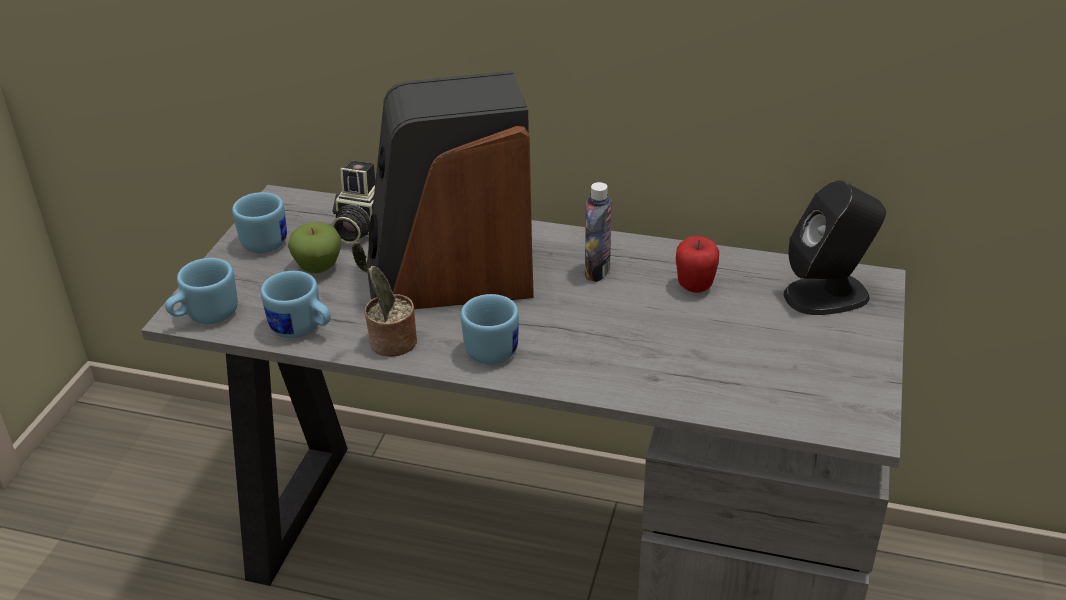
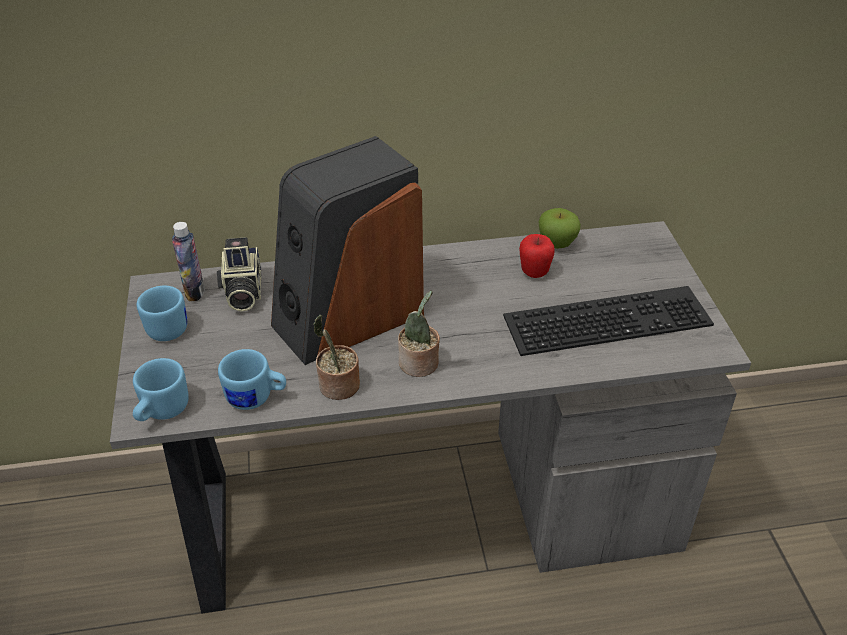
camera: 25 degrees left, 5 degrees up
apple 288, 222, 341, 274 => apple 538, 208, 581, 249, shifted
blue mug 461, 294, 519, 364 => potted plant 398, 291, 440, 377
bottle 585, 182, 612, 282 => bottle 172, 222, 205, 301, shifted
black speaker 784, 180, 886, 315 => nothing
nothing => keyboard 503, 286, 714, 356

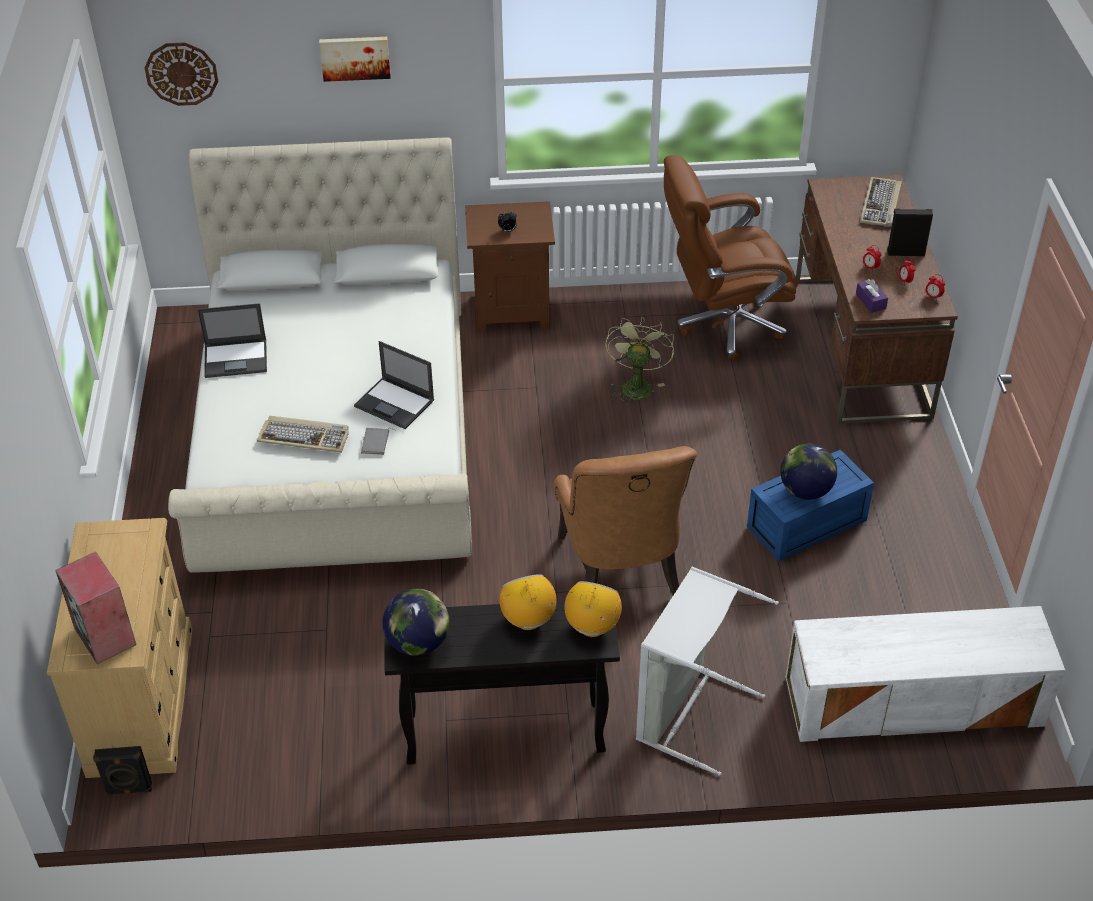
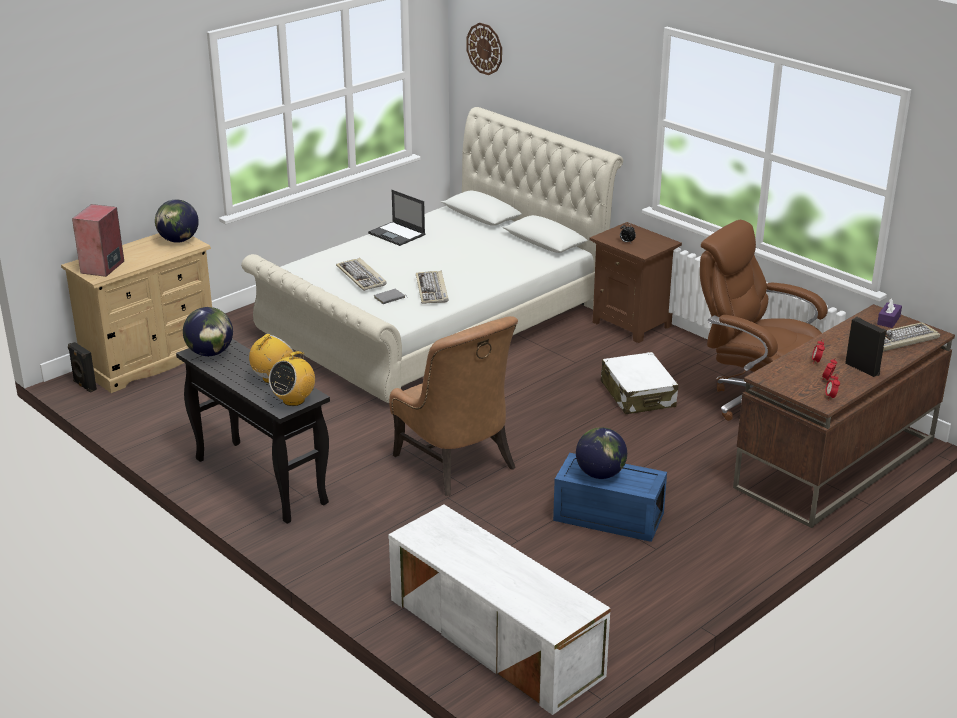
camera: 50 degrees right, 15 degrees down
picture 319, 37, 390, 82 => nothing
laptop 354, 341, 434, 429 => keyboard 416, 271, 448, 304
brown chair 553, 446, 697, 595 => brown chair 389, 316, 518, 496, 75 degrees counterclockwise
radio 564, 581, 622, 637 => radio 269, 351, 315, 406, 150 degrees clockwise
green fan 605, 316, 674, 405 => white suitcase 601, 352, 679, 414
grey laundry basket 636, 567, 779, 776 => nothing
purple tissue box 856, 279, 888, 313 => purple tissue box 877, 298, 902, 328, shifted
nothing => globe 155, 199, 199, 243

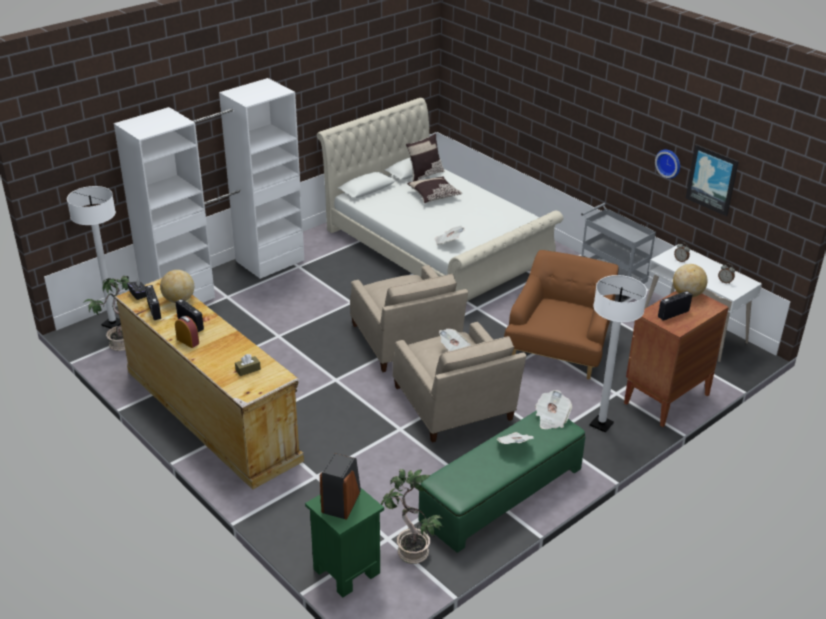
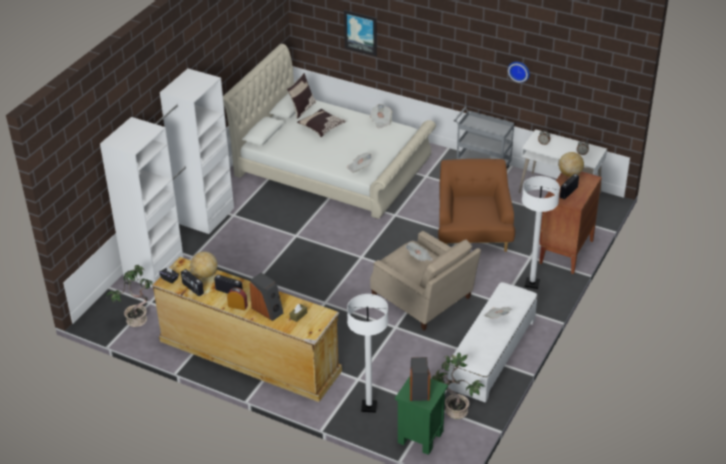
camera: 20 degrees left, 5 degrees up
white floor lamp 67, 186, 121, 329 => white floor lamp 347, 294, 388, 413, shifted
beige armchair 350, 265, 468, 372 => nothing
green bench 419, 410, 585, 553 => white bench 448, 282, 537, 402
newspaper 535, 390, 572, 429 => newspaper 370, 104, 392, 128, shifted
picture 686, 144, 739, 216 => picture 344, 10, 377, 56, shifted
nothing => speaker 249, 273, 284, 321

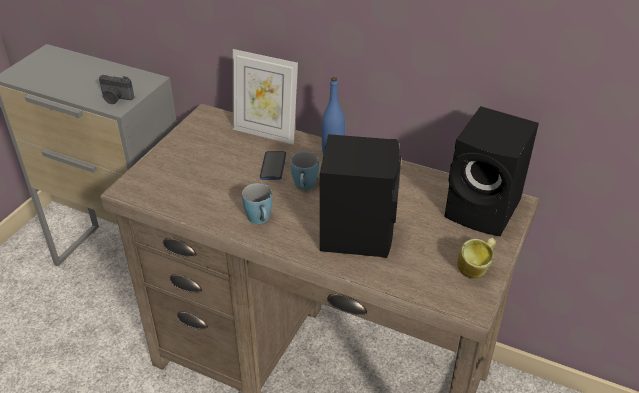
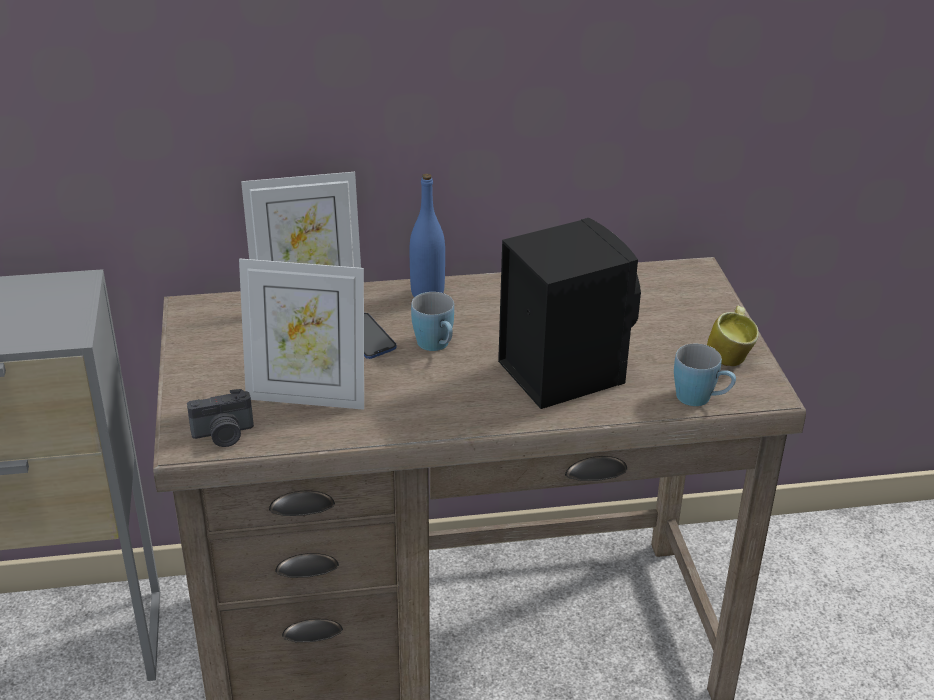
camera: 35 degrees left, 5 degrees down
photo camera 99, 75, 134, 104 => photo camera 187, 389, 254, 447, shifted
blue mug 242, 183, 272, 224 => blue mug 674, 343, 736, 406, shifted
black speaker 444, 106, 539, 237 => nothing
nothing => picture frame 239, 258, 364, 410

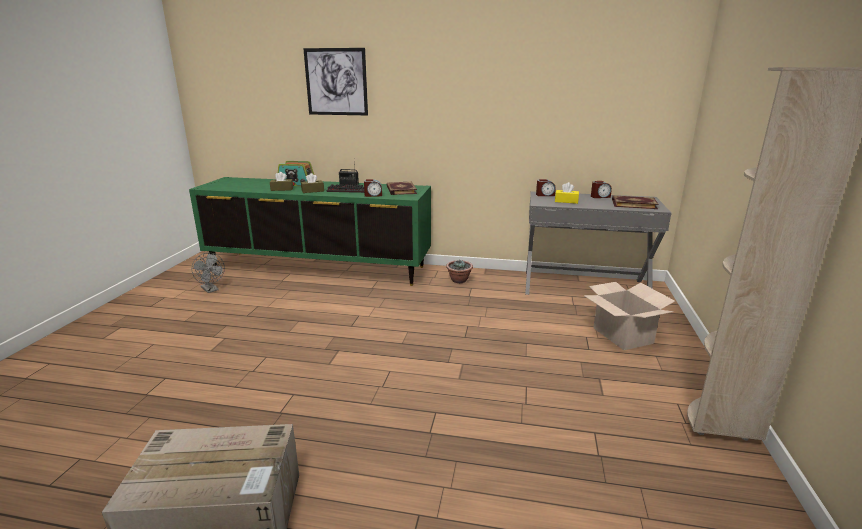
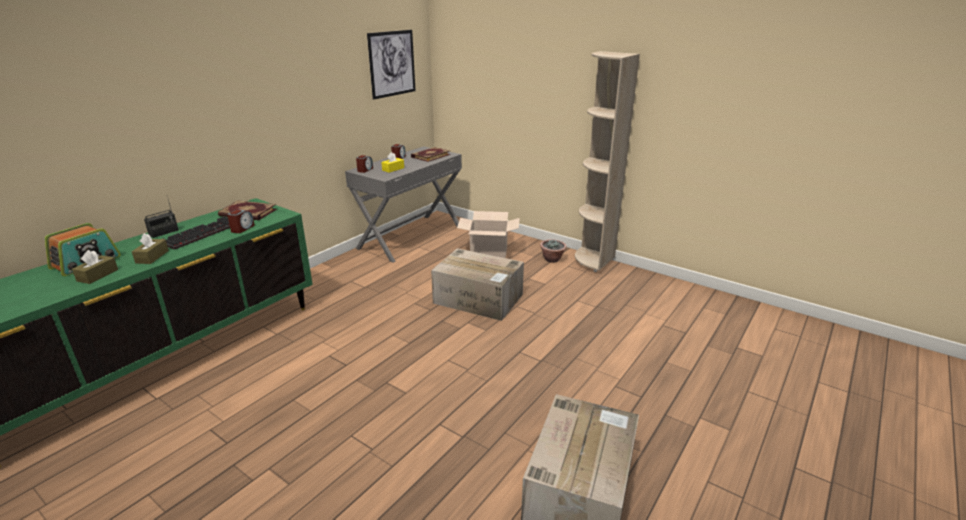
camera: 65 degrees left, 5 degrees up
grey fan 191, 253, 225, 293 => nothing
picture 303, 48, 368, 115 => picture 367, 30, 416, 100, shifted
potted plant 446, 260, 473, 283 => potted plant 540, 239, 567, 263, shifted
nothing => cardboard box 431, 248, 524, 321

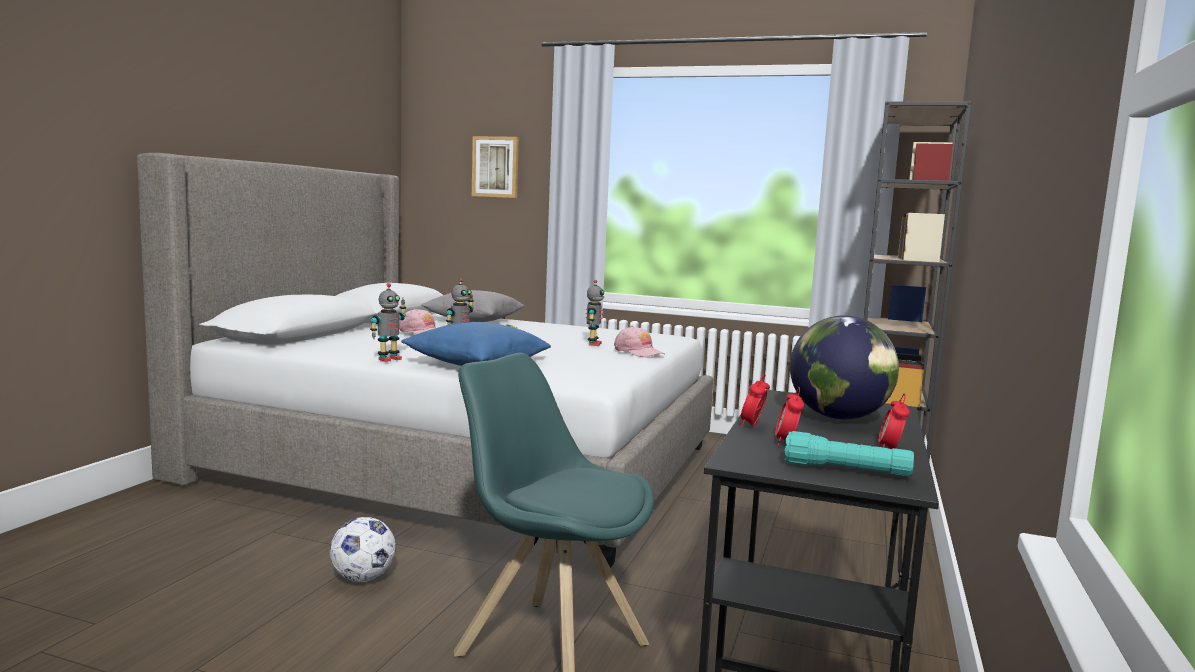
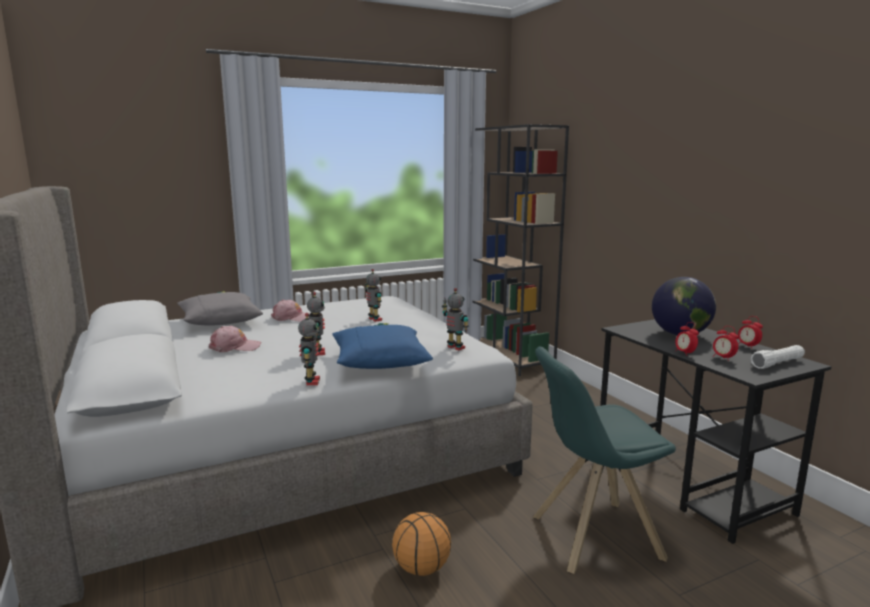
camera: 45 degrees left, 5 degrees up
football 330, 517, 396, 582 => basketball 392, 512, 451, 576
picture 472, 136, 519, 198 => nothing
pink cap 614, 326, 665, 357 => pink cap 271, 300, 309, 322, shifted
turquoise flashlight 784, 431, 914, 476 => white flashlight 751, 345, 805, 369
nothing => toy robot 442, 288, 469, 350

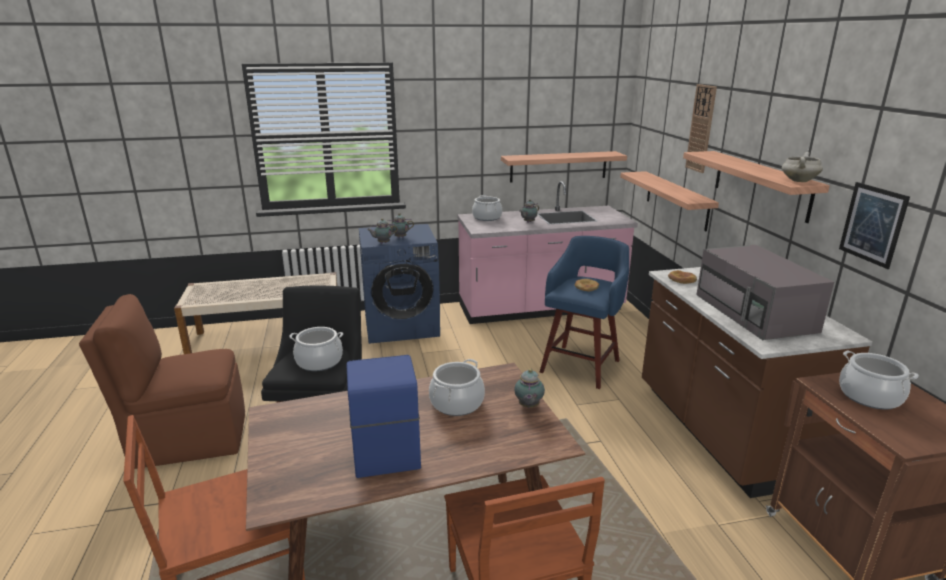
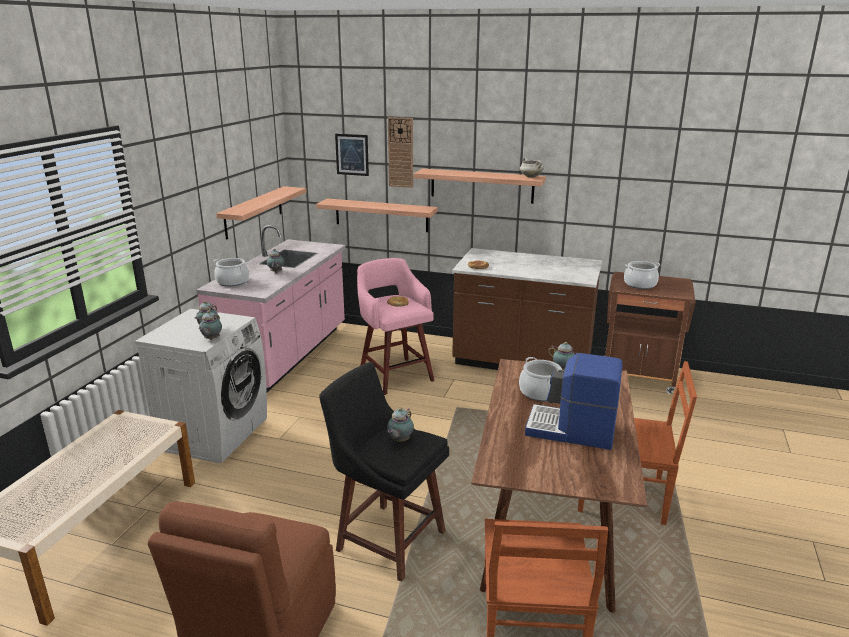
camera: 60 degrees left, 0 degrees up
cooking pot 289, 327, 343, 371 => teapot 387, 408, 414, 442
blue washing machine 359, 224, 440, 344 => white washing machine 135, 309, 267, 463
blue stool 540, 236, 629, 389 => pink stool 357, 258, 434, 395
grey microwave 696, 245, 834, 340 => nothing
picture 839, 182, 910, 269 => picture 335, 134, 369, 176, shifted

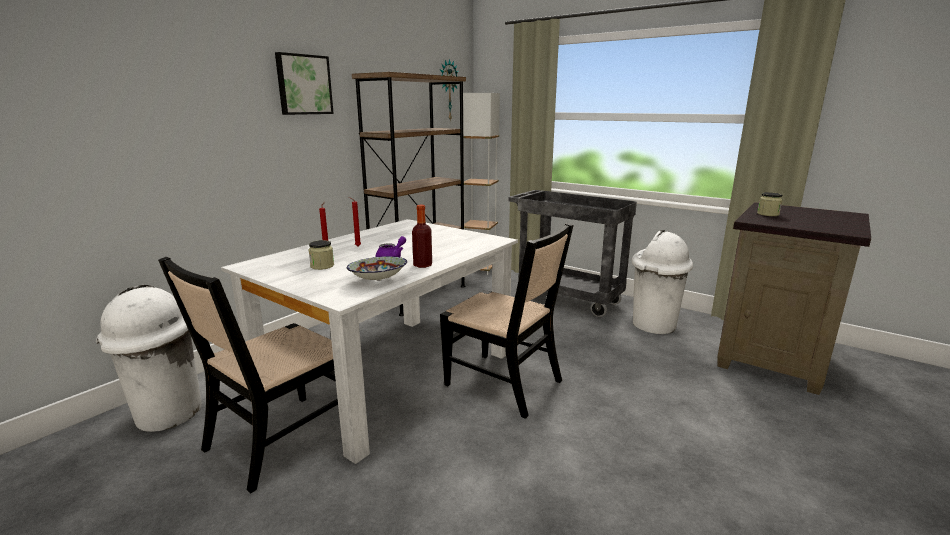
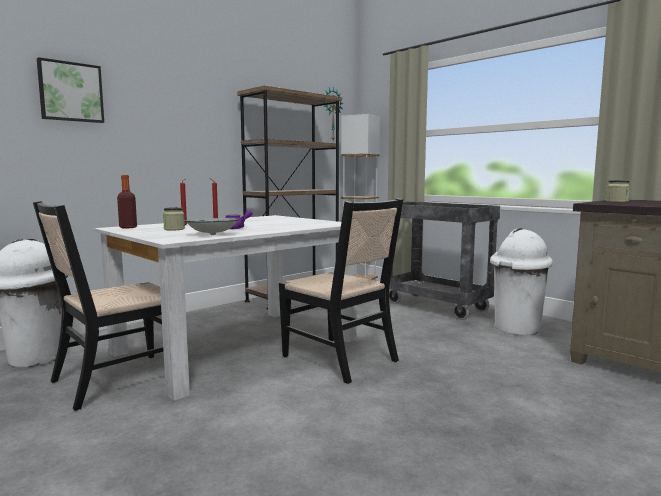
camera: 10 degrees right, 10 degrees down
picture 275, 52, 334, 115 => picture 37, 57, 104, 123, shifted
bottle 412, 205, 432, 268 => bottle 117, 175, 137, 228, shifted

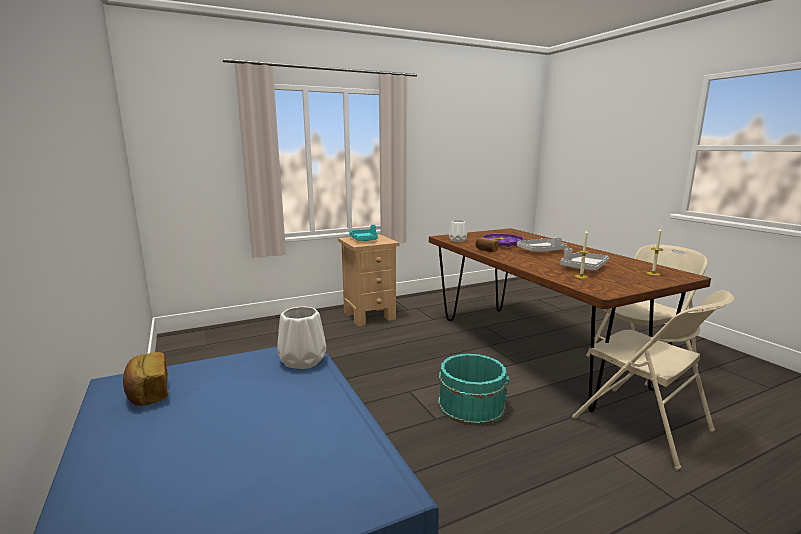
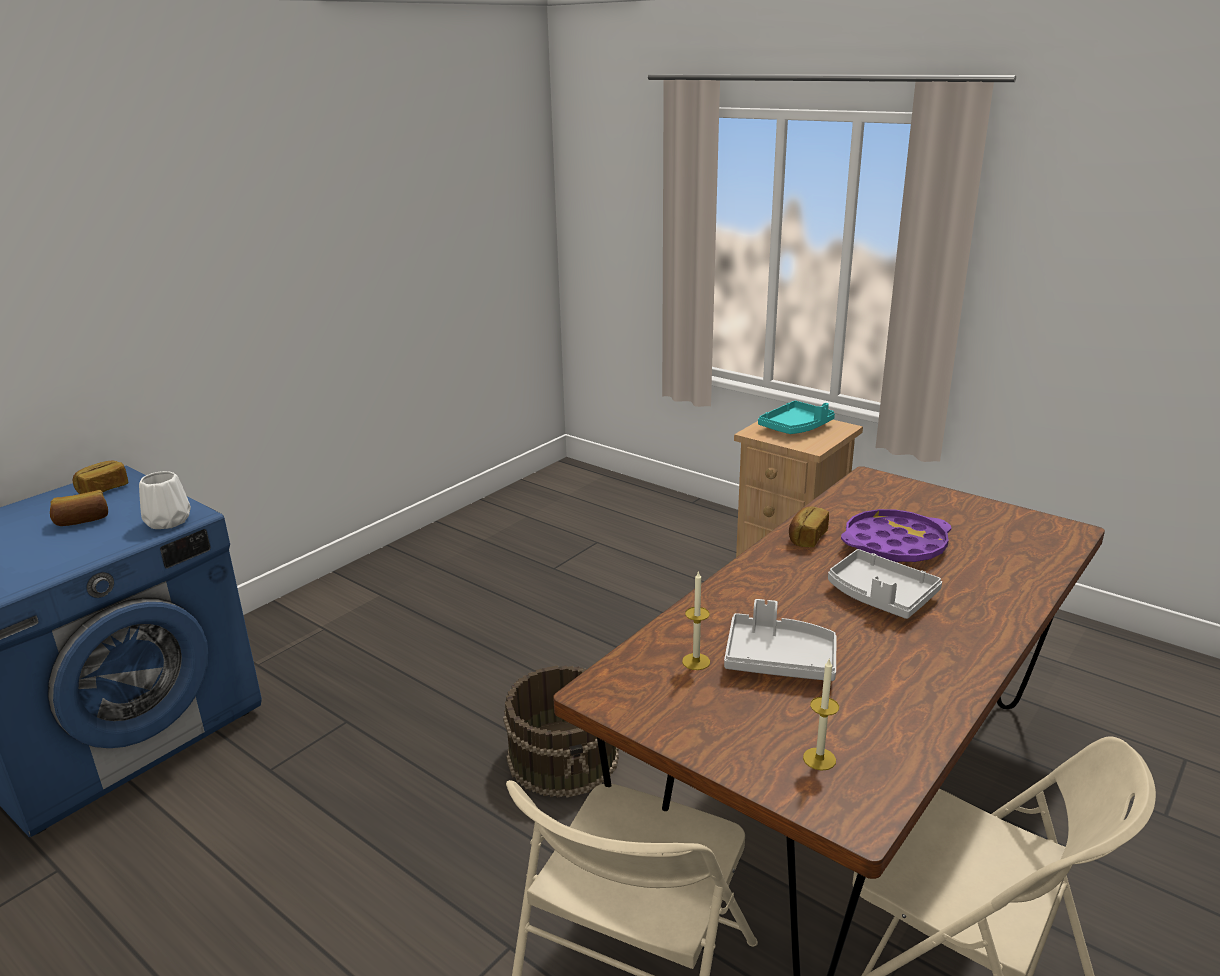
camera: 65 degrees right, 10 degrees up
turquoise bucket 438, 354, 509, 426 => brown bucket 503, 665, 619, 798
white vase 449, 220, 467, 242 => nothing
nothing => bread 50, 490, 108, 526

